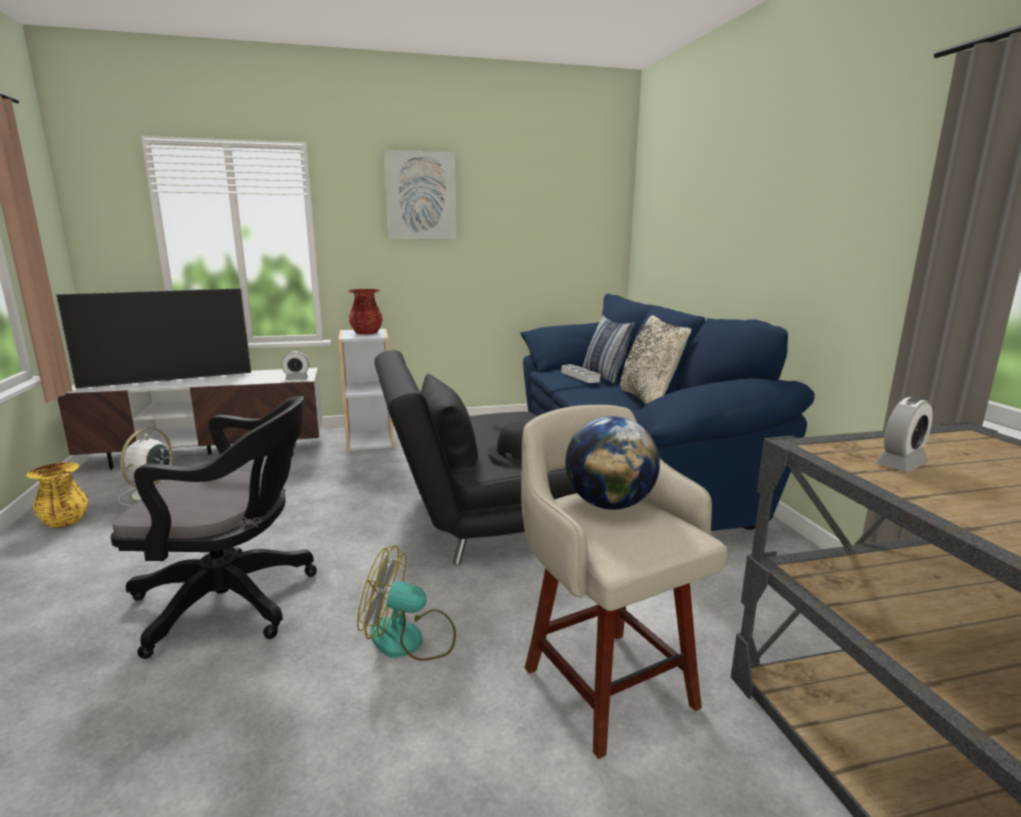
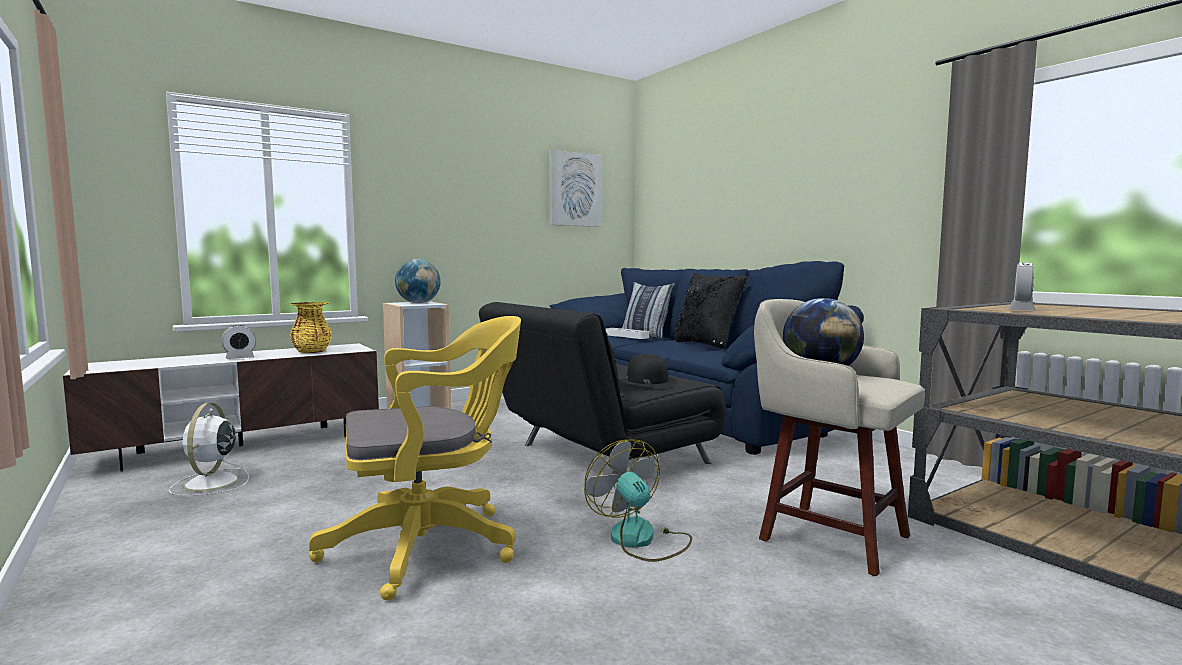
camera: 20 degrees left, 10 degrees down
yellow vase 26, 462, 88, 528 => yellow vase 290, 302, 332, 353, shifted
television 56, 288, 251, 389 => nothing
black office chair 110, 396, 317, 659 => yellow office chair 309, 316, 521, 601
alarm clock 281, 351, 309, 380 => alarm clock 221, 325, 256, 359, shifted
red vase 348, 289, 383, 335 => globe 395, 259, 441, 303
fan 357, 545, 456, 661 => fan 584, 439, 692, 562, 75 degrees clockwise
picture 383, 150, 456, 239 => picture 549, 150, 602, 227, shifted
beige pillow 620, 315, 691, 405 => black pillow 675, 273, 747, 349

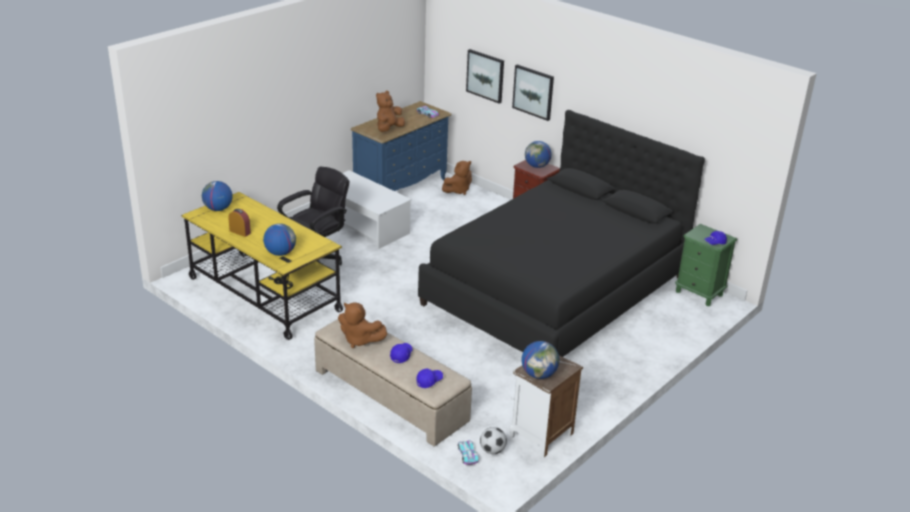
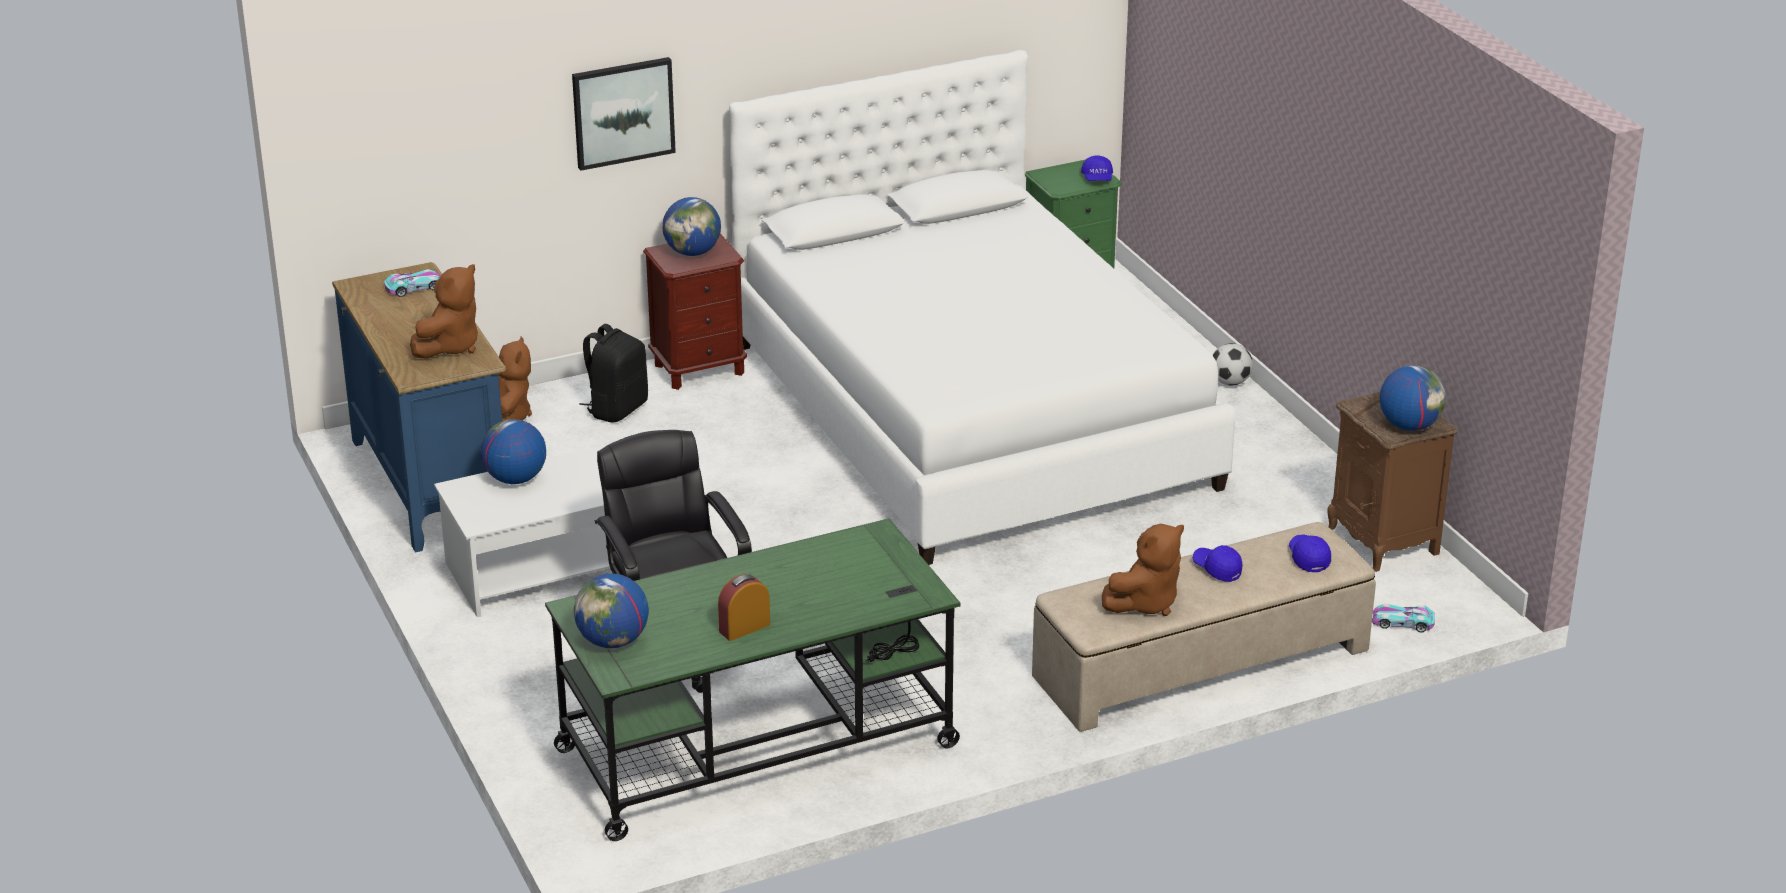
camera: 65 degrees left, 0 degrees up
yellow desk 181, 192, 343, 340 => green desk 545, 518, 960, 841
globe 263, 223, 296, 256 => globe 481, 419, 546, 484, shifted
brown plush toy 376, 91, 405, 132 => brown plush toy 410, 264, 478, 359, 120 degrees counterclockwise
black bed 418, 110, 705, 357 => white bed 729, 50, 1236, 565
picture 466, 49, 504, 104 => nothing
football 480, 427, 507, 454 => football 1212, 343, 1253, 385, shifted
white nightstand 509, 355, 583, 457 => brown nightstand 1327, 392, 1458, 572
nothing => black backpack 579, 324, 648, 422

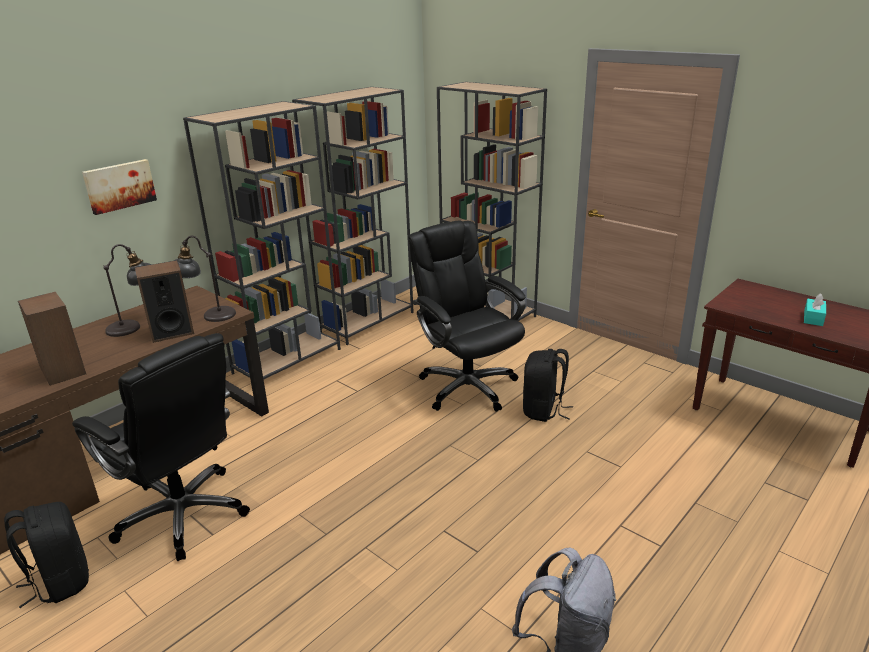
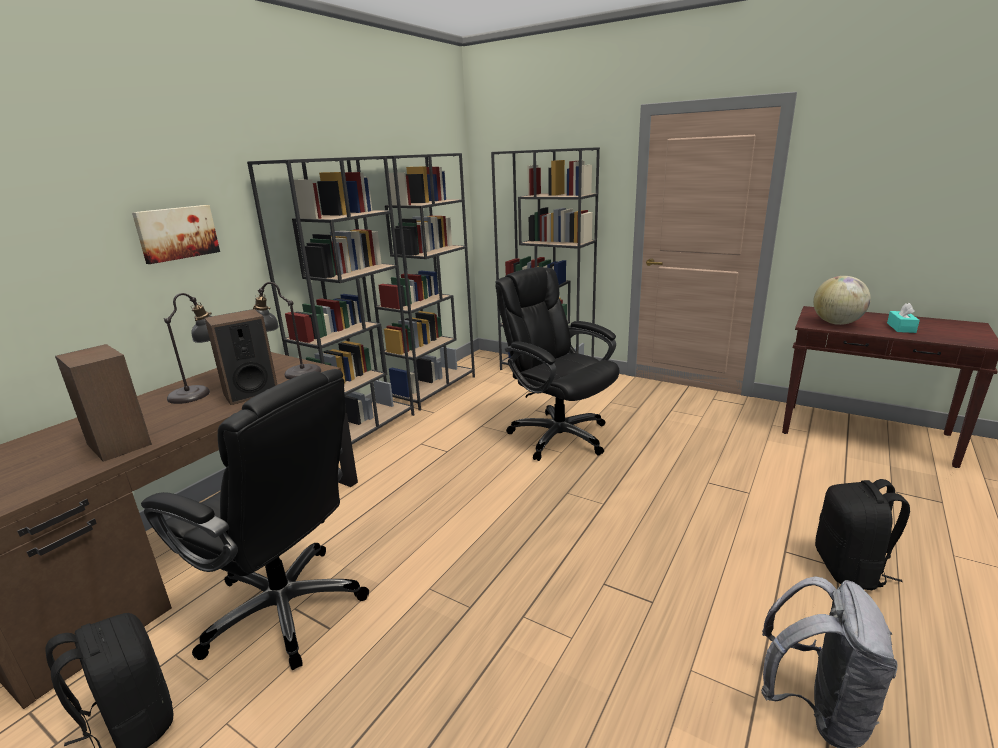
camera: 10 degrees left, 5 degrees down
black backpack 523, 349, 573, 422 => black backpack 815, 479, 910, 590, shifted
nothing => globe 813, 276, 871, 325

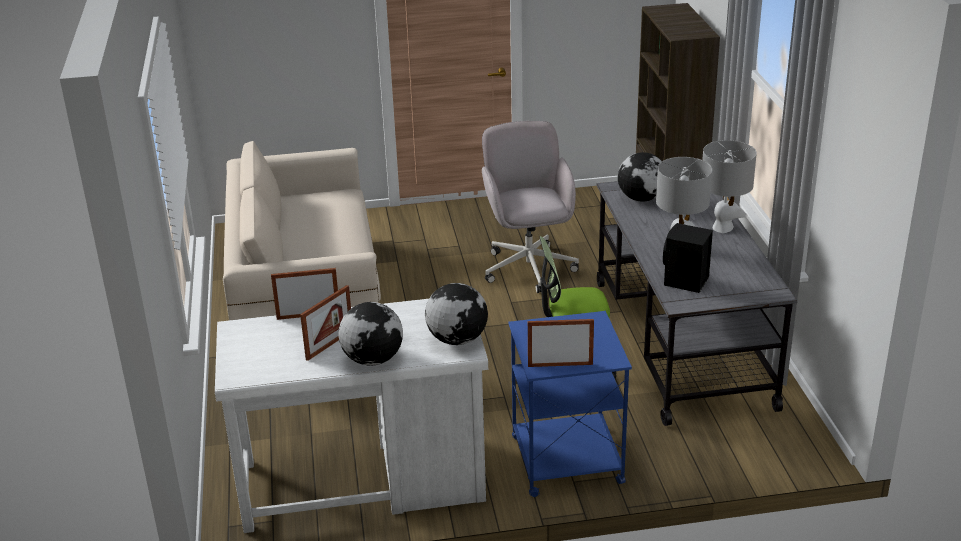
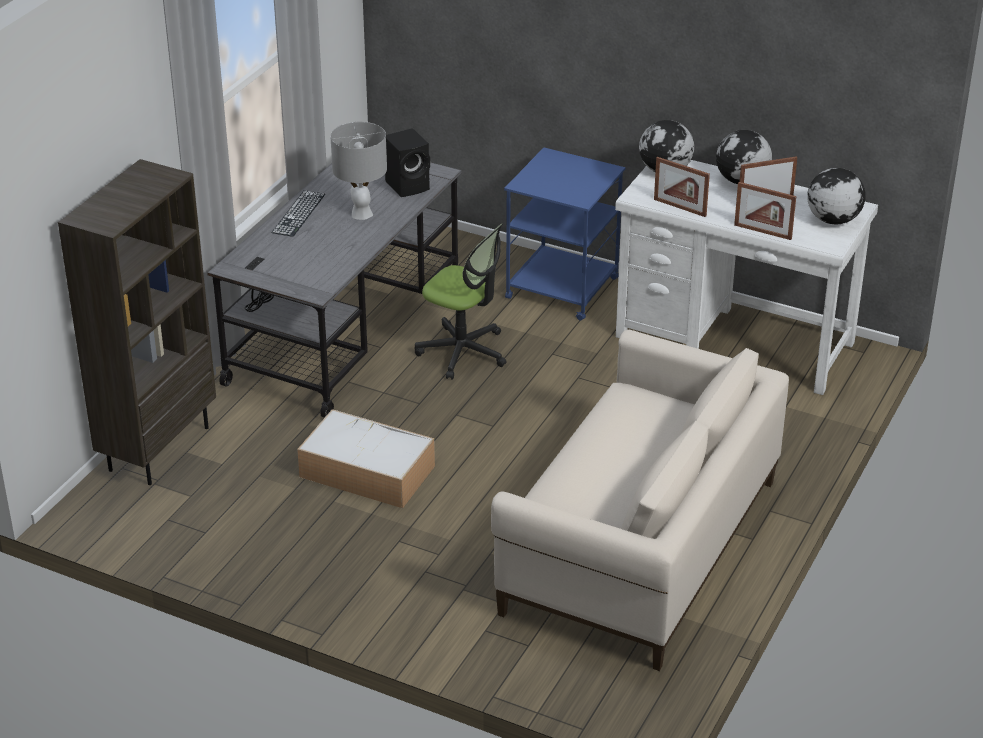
camera: 145 degrees left, 5 degrees up
grey office chair 482, 121, 579, 293 => storage box 297, 409, 435, 508
picture frame 528, 319, 594, 367 => picture frame 654, 157, 710, 217, shifted
globe 618, 152, 662, 202 => globe 807, 168, 865, 224, shifted
grey table lamp 702, 140, 757, 233 => keyboard 272, 190, 325, 237

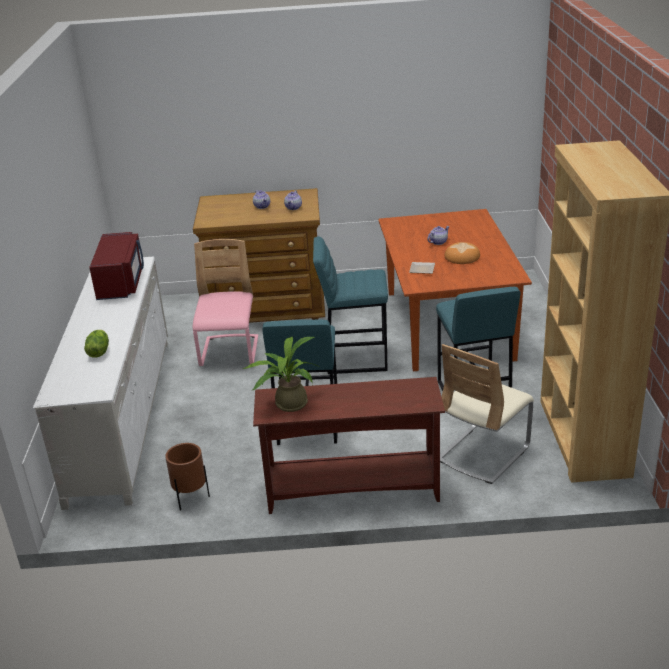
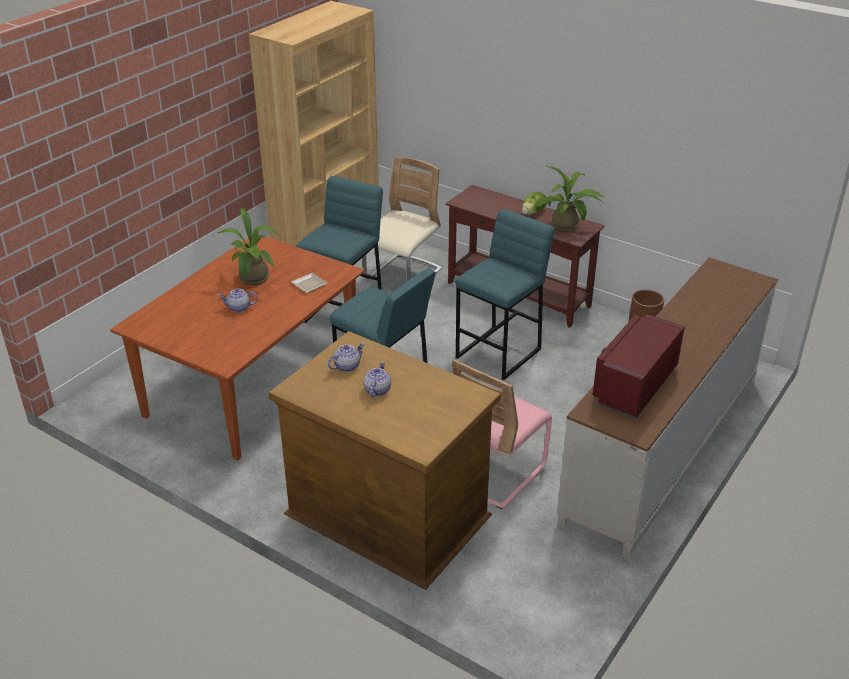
camera: 145 degrees left, 5 degrees up
white cabinet 33, 257, 168, 510 => brown cabinet 557, 257, 779, 560
lettuce 84, 330, 109, 358 => lettuce 522, 192, 547, 215, shifted
beige chair 440, 344, 534, 484 => beige chair 363, 157, 442, 281, 45 degrees counterclockwise
bread 444, 242, 480, 264 => potted plant 216, 207, 277, 285

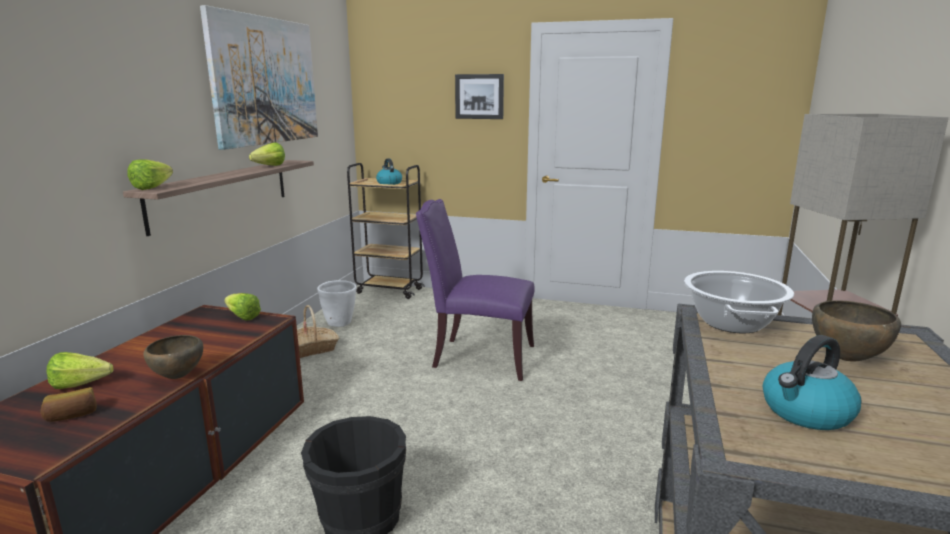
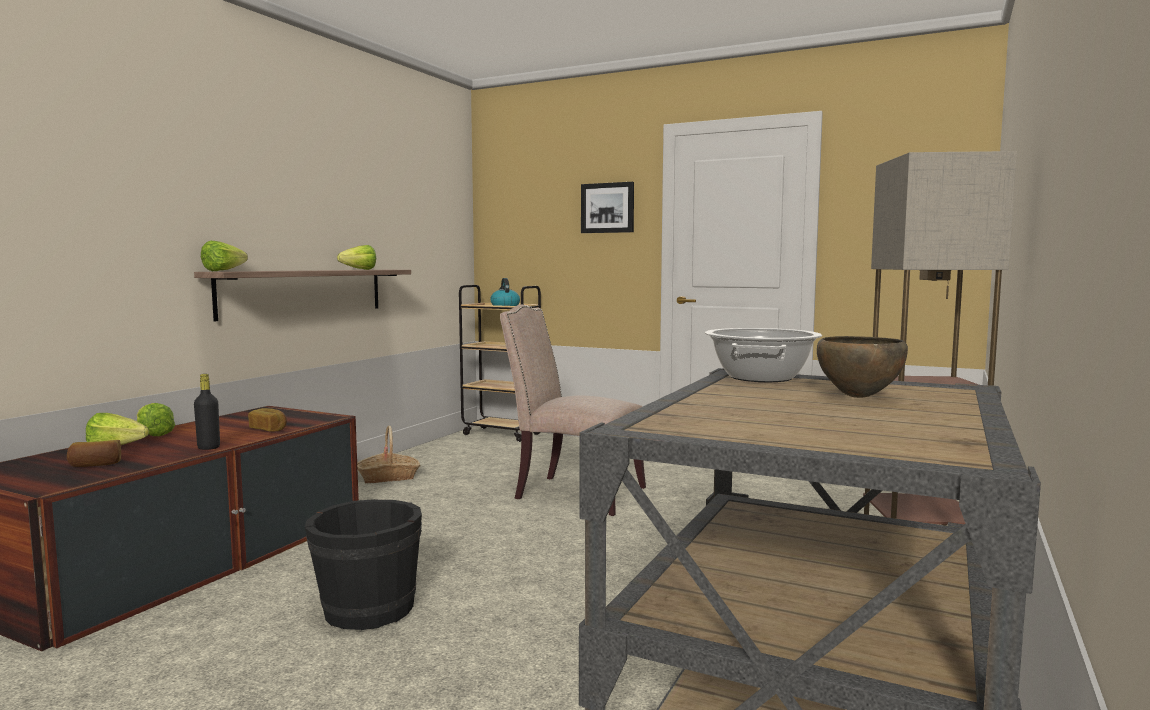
camera: 10 degrees right, 10 degrees down
brown bowl 143, 335, 203, 379 => black bottle 194, 374, 220, 450
picture 200, 5, 318, 150 => nothing
lettuce 224, 293, 261, 321 => lettuce 137, 403, 175, 436, shifted
white planter 317, 280, 357, 327 => nothing
purple chair 416, 199, 534, 381 => beige chair 500, 305, 646, 516
kettle 763, 335, 861, 430 => nothing
nothing => bread 248, 408, 287, 432

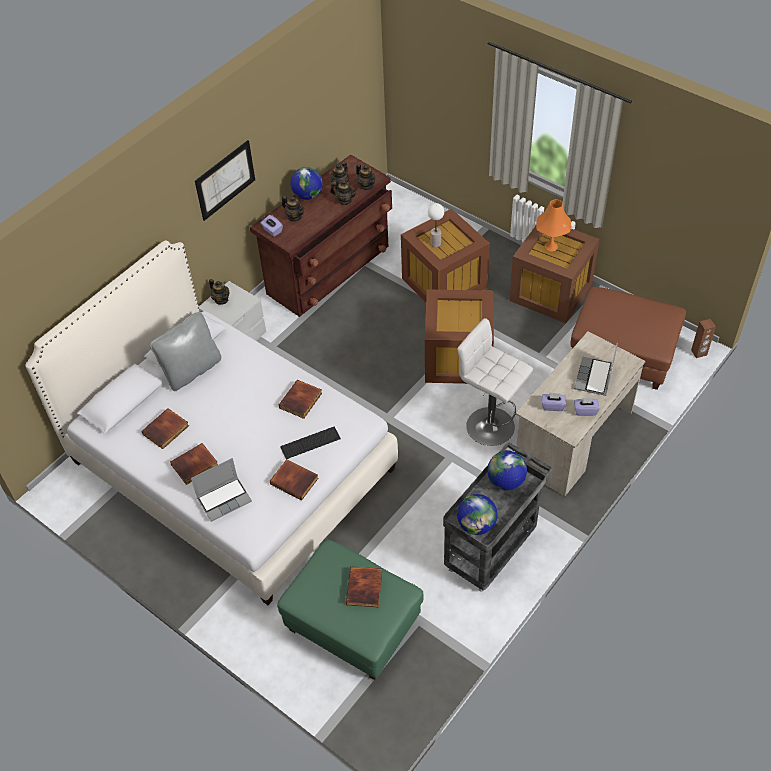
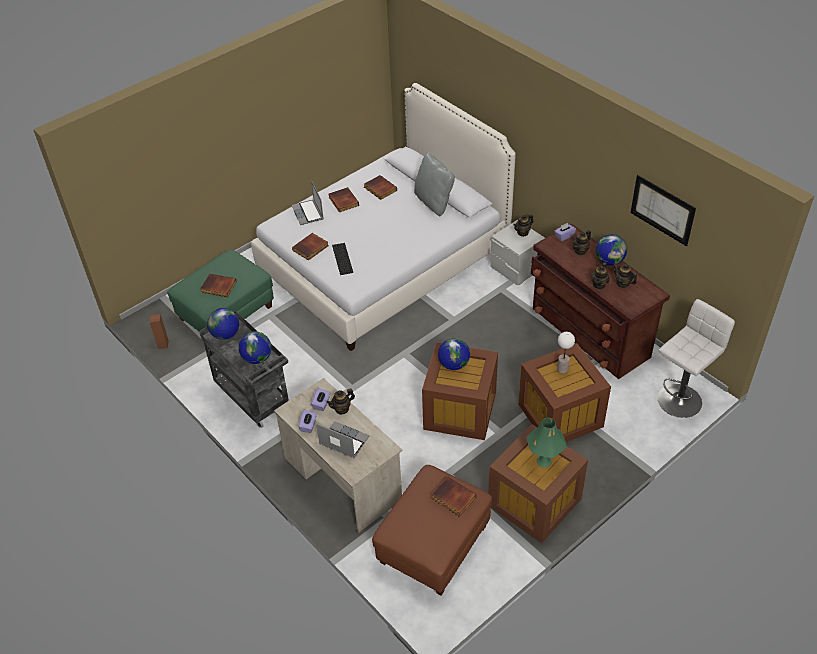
camera: 100 degrees right, 5 degrees down
picture 195, 140, 255, 221 => picture 631, 175, 696, 247, shifted
book 279, 380, 322, 419 => book 431, 477, 476, 517, shifted
teapot 356, 164, 376, 190 => teapot 327, 388, 355, 415, shifted
white stool 458, 318, 533, 446 => white stool 658, 299, 735, 418, shifted
orange table lamp 536, 199, 571, 252 => green table lamp 526, 417, 567, 468
brown speaker 691, 319, 716, 358 => brown speaker 150, 314, 169, 349, shifted
nothing => globe 438, 338, 470, 370

